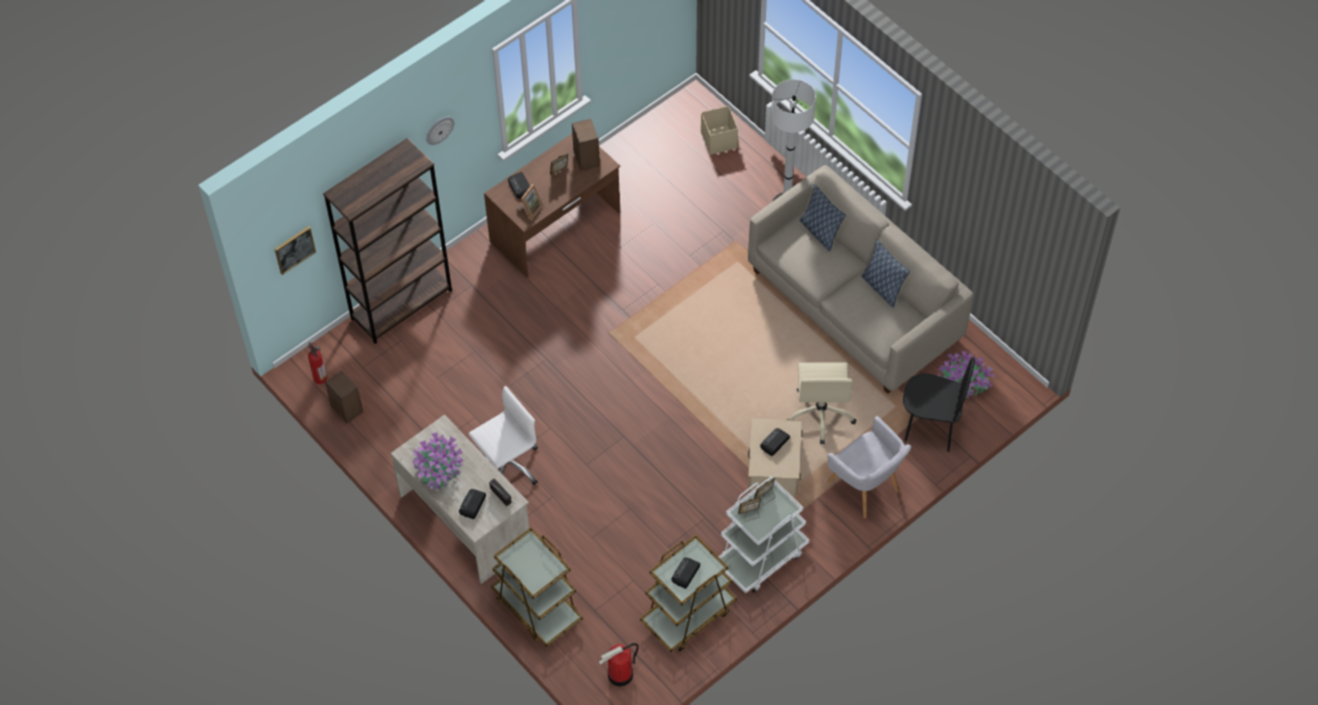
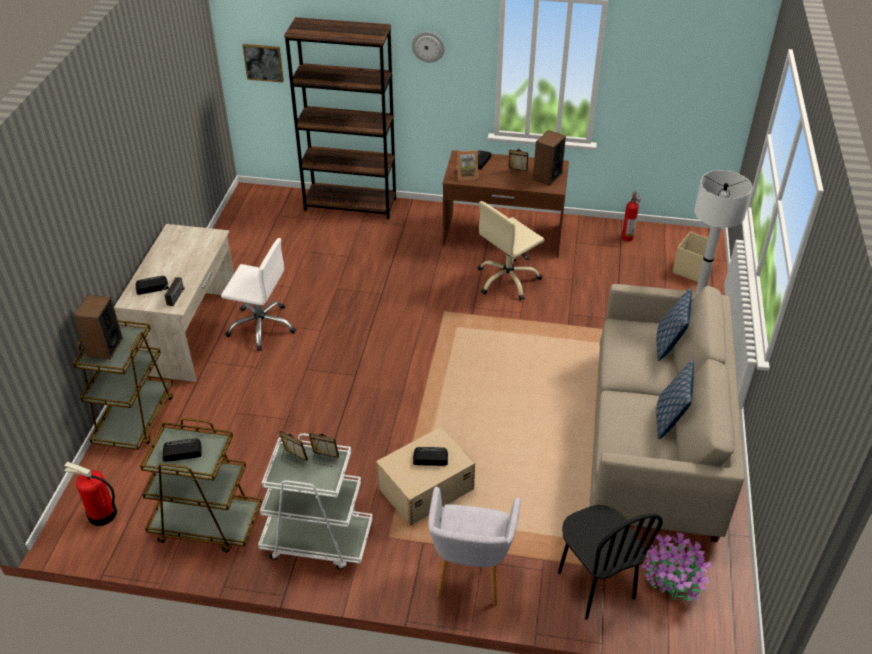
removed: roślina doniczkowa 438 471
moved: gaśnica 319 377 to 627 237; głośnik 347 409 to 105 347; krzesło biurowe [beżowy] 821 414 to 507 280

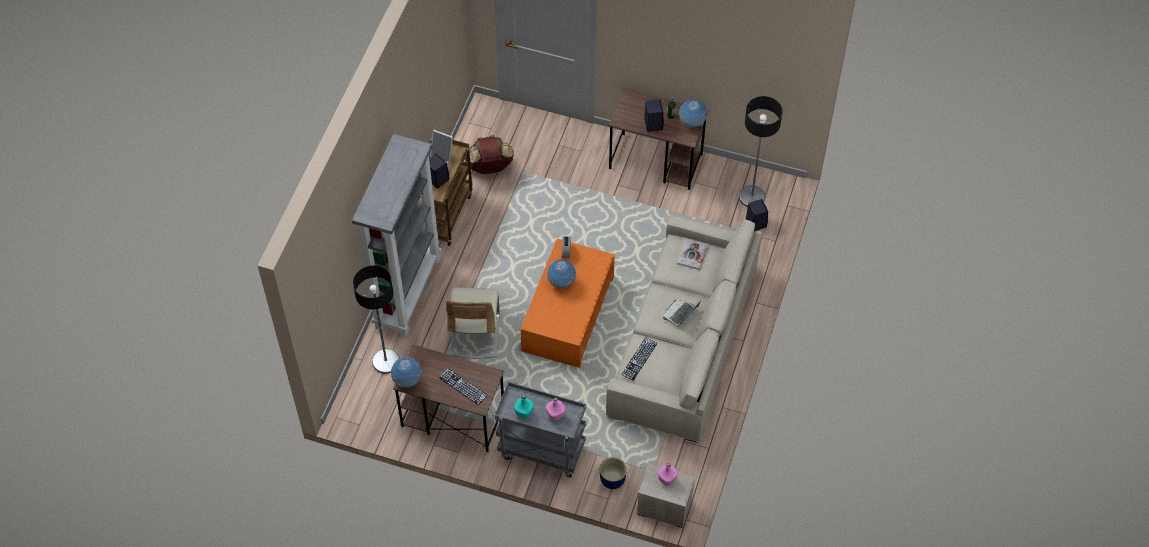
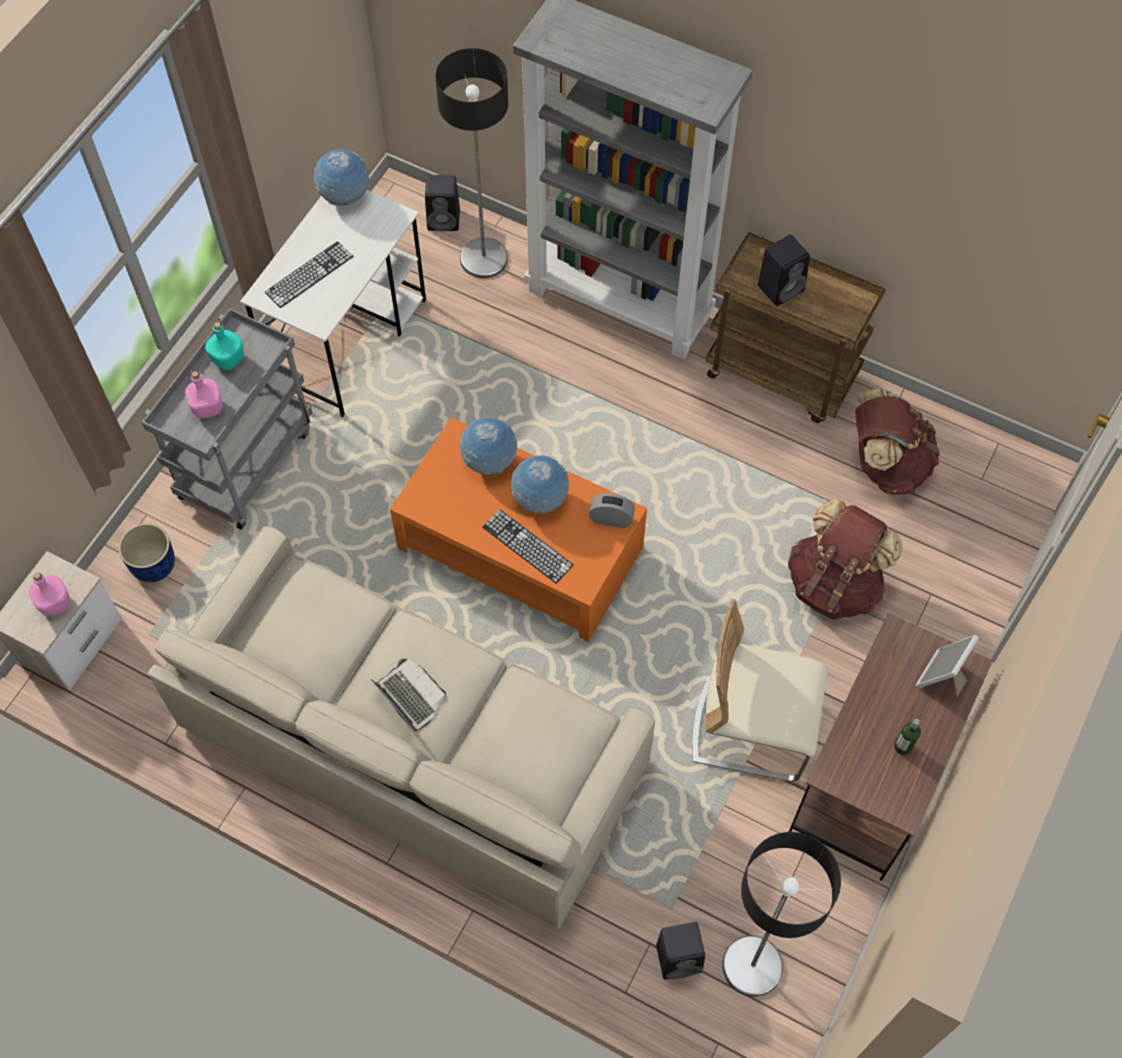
removed: książka 692 255
added: plecak [brązowy] 834 584
moved: ramka na zdjęcie 443 154 to 942 677; krzesło [beżowy] 474 334 to 752 729; klawiatura 639 359 to 527 546; głośnik [czarny] 653 123 to 445 219; globus 692 123 to 489 462
recoloured: biurko [brązowy] 452 418 to biurko [biały] 348 339

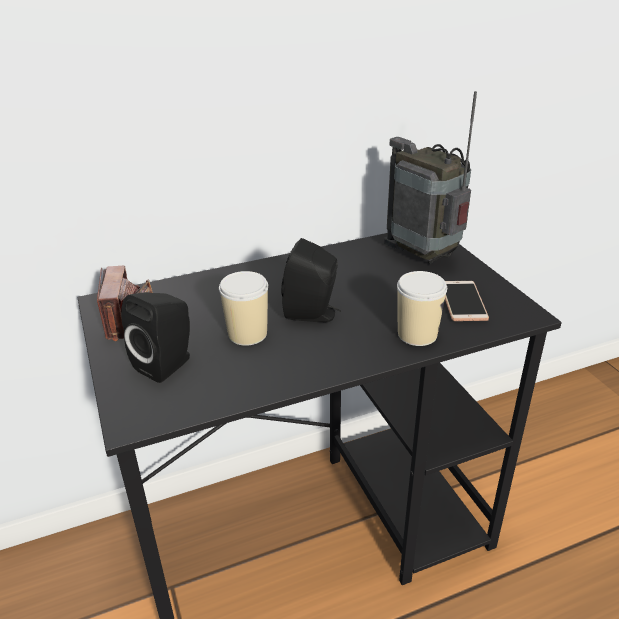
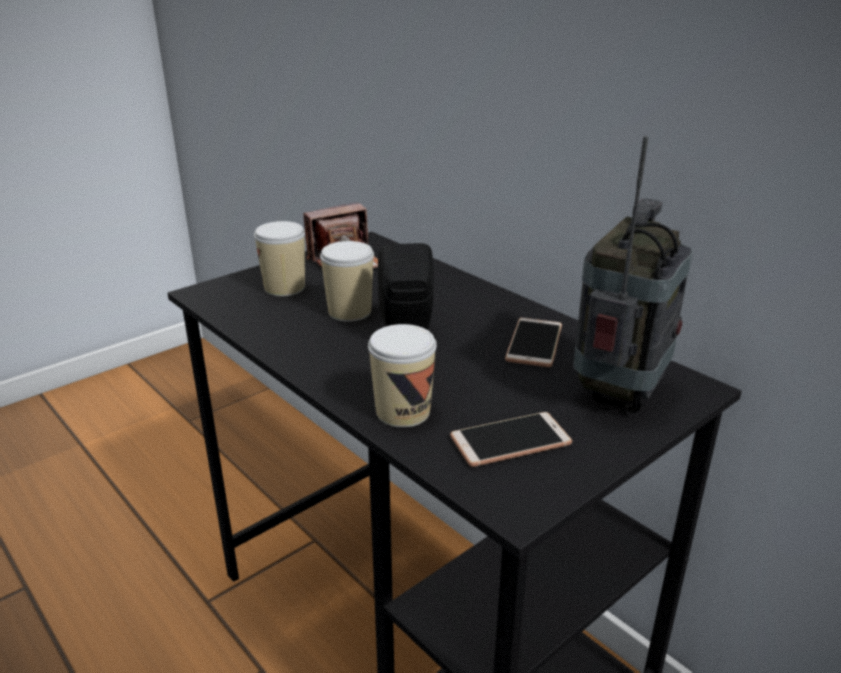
added: telefon 534 343
replaced: głośnik [czarny] 168 364 to filiżanka 284 288

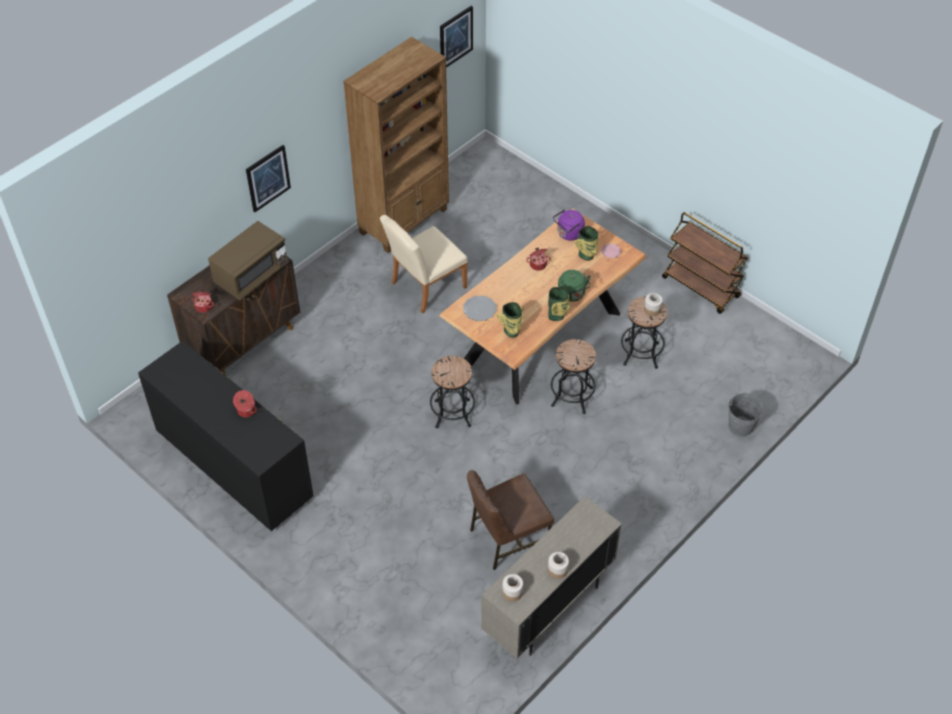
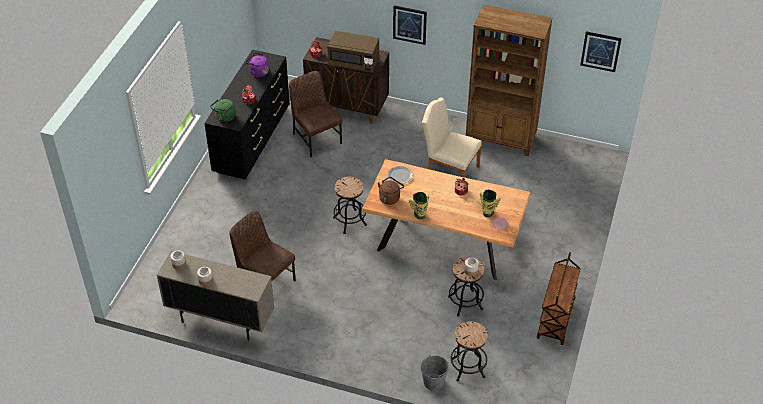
added: krzesło [brązowy] 316 138
moved: stołek [czarny] 572 397 to 467 368; czajnik [fioletowy] 569 234 to 258 72; czajnik [zielony] 572 295 to 224 117
replaced: wazon 512 332 to czajnik [brązowy] 390 197

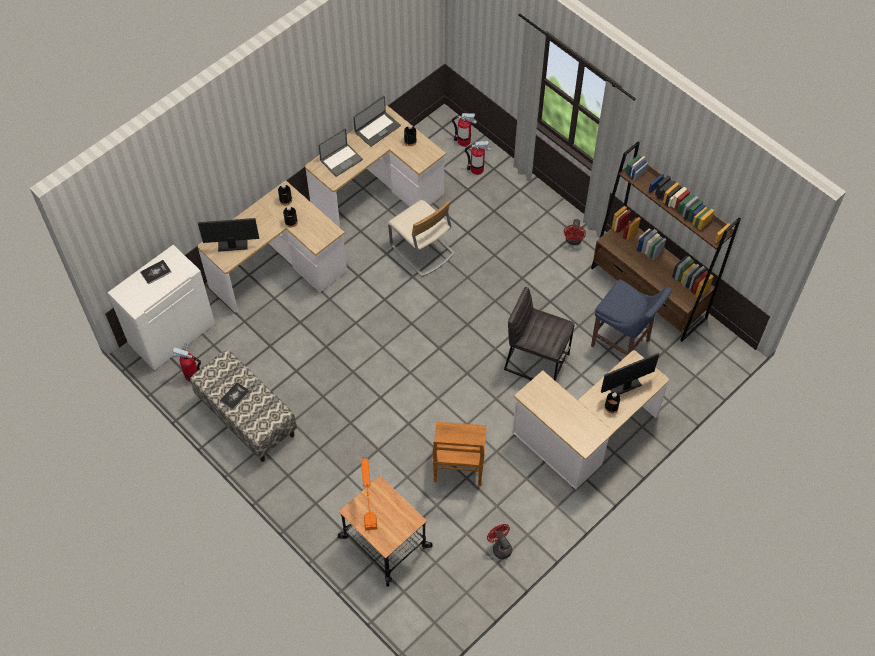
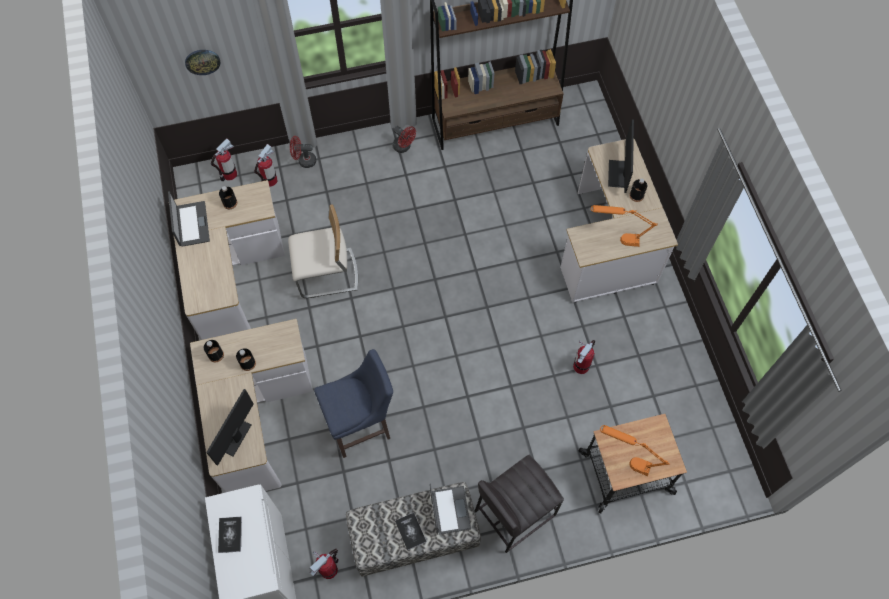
added: zegar ścienny 202 61; lampa stołowa [pomarańczowy] 616 239
moved: laptop 341 159 to 449 509; wentylator [czerwony] 500 547 to 304 161; stołek [szary] 536 361 to 514 512; stołek [niebieski] 622 345 to 362 426
replaced: krzesło [brązowy] 458 466 to gaśnica 581 366

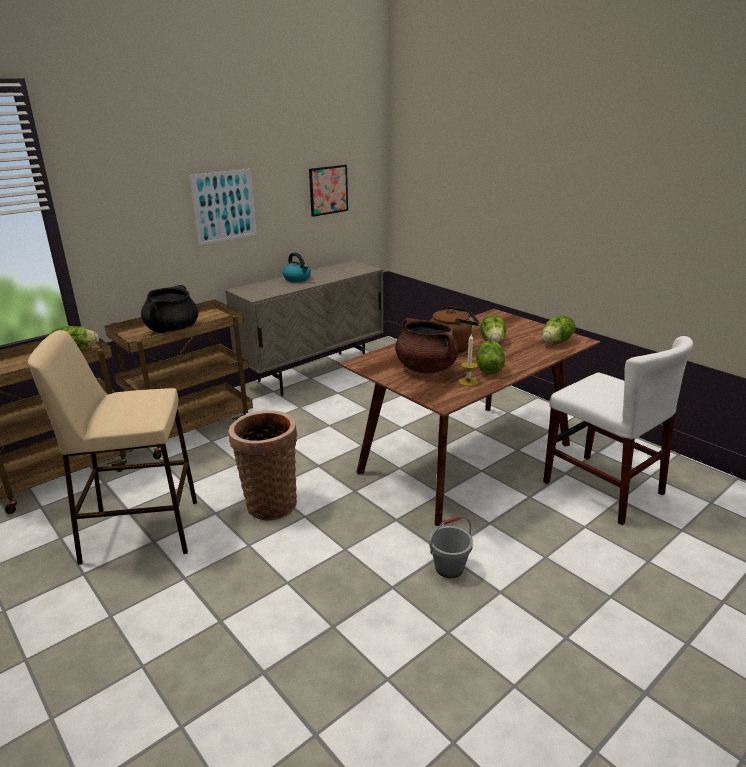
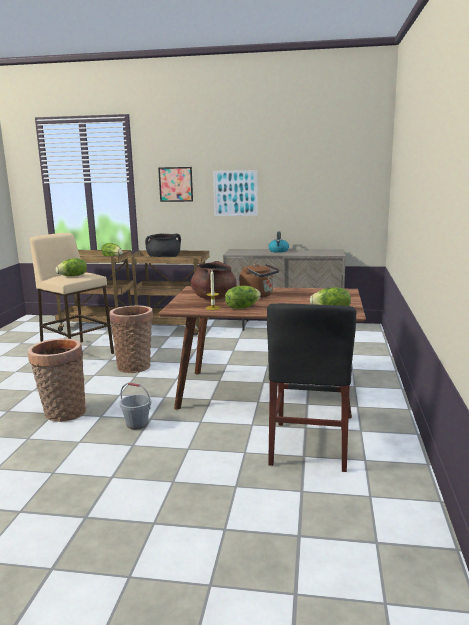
added: koszyk 62 413
moved: obraz 328 190 to 176 184; sałata 493 342 to 73 276
recoloured: krzesło [biały] 602 487 to krzesło [czarny] 309 445

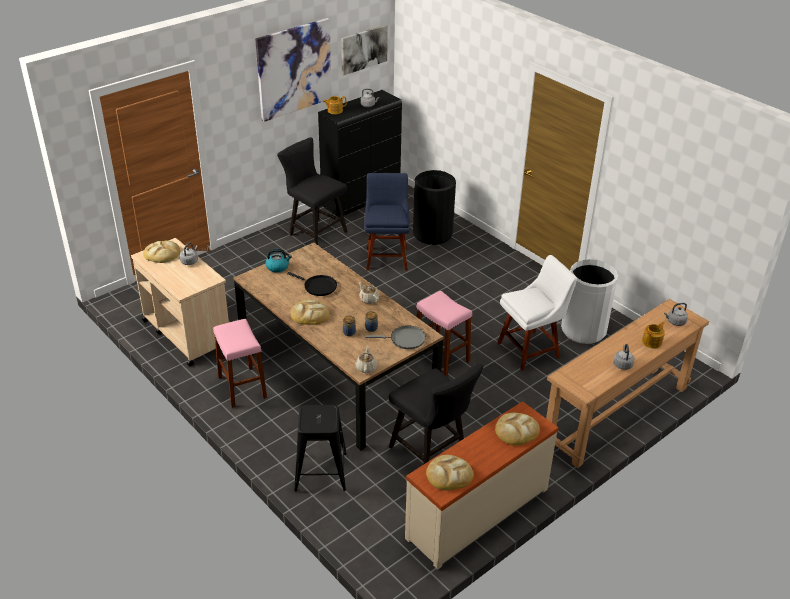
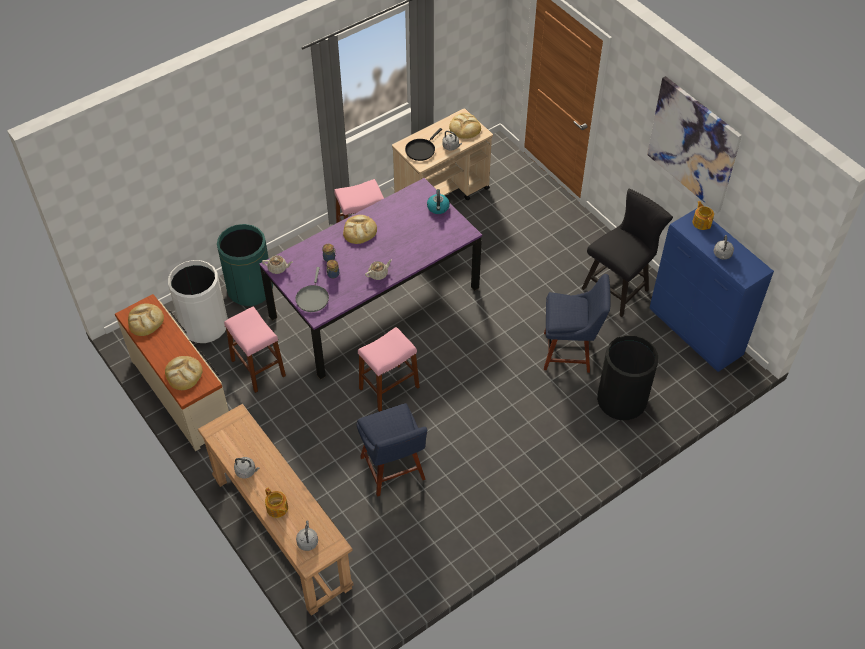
removed: obraz 363 49
moved: patelnia [czarny] 318 287 to 421 150; kosz na śmieci [biały] 583 330 to 204 325
replaced: stołek [czarny] 320 471 to kosz na śmieci [zielony] 250 289; krzesło [czarny] 431 452 to stołek [różowy] 258 368
recoloured: stół jadalny [brązowy] 337 372 to stół jadalny [fioletowy] 374 303; szafka [czarny] 361 200 to szafka [niebieski] 696 333; krzesło [biały] 531 349 to krzesło [niebieski] 394 471

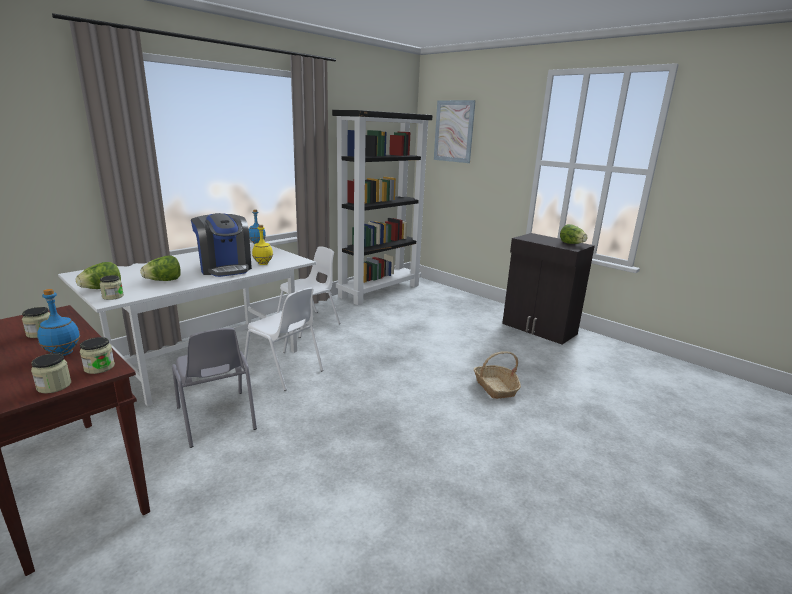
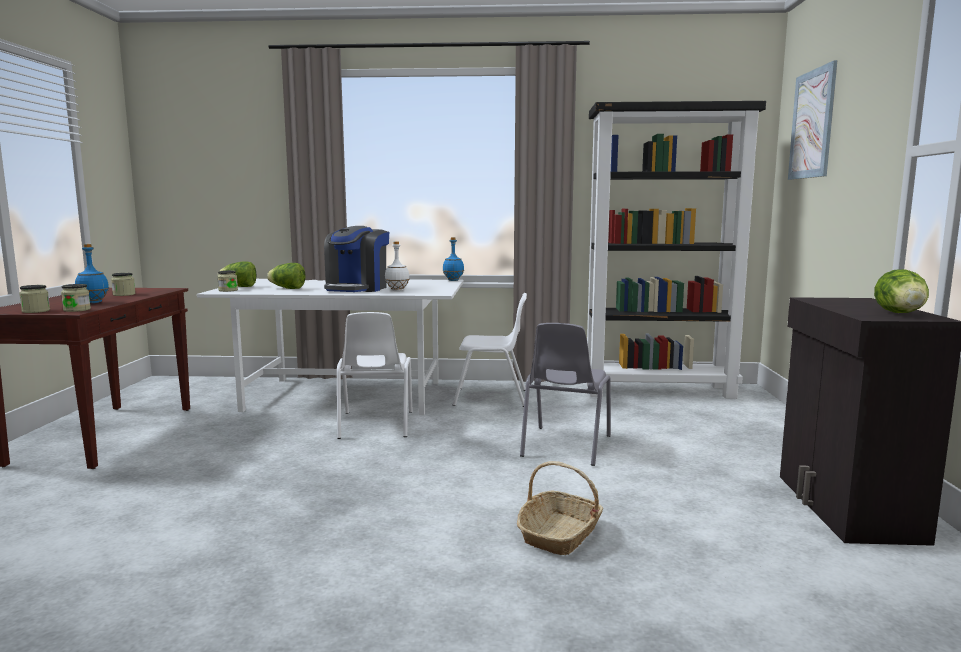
moved: krzesło [szary] 216 419 to 564 446
recoloured: butelka [żółty] 263 264 to butelka [biały] 397 290

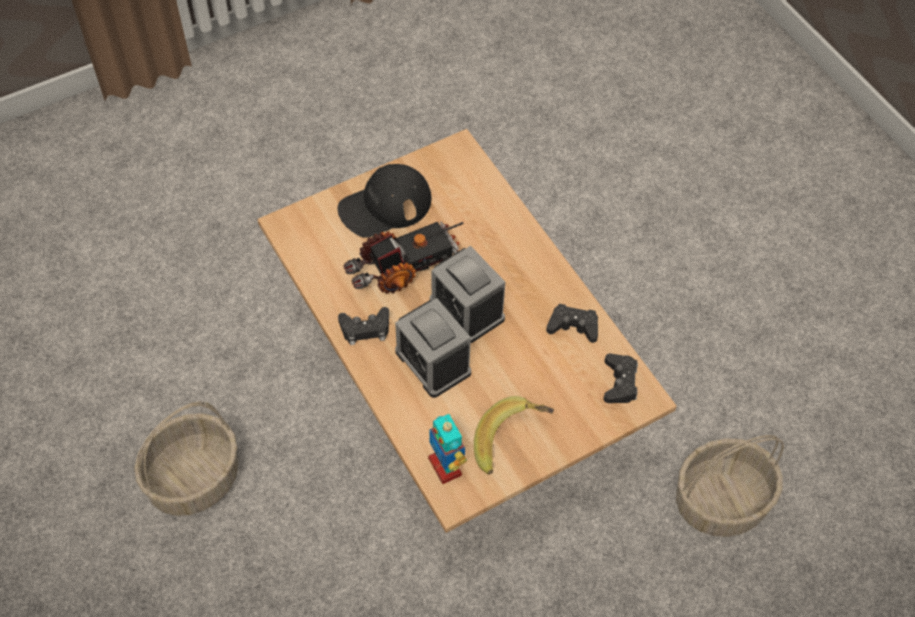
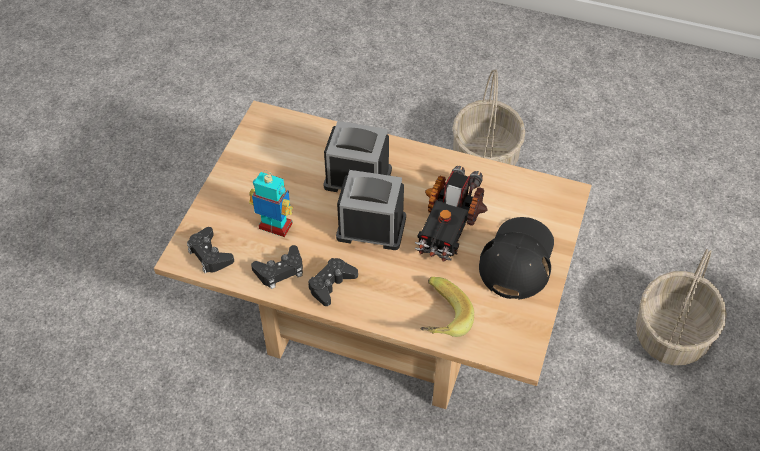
moved: pad do gier [czarny] 365 329 to 331 284; robot zabawkowy 446 466 to 275 227; banan 512 443 to 437 319; koszyk 721 500 to 672 335

